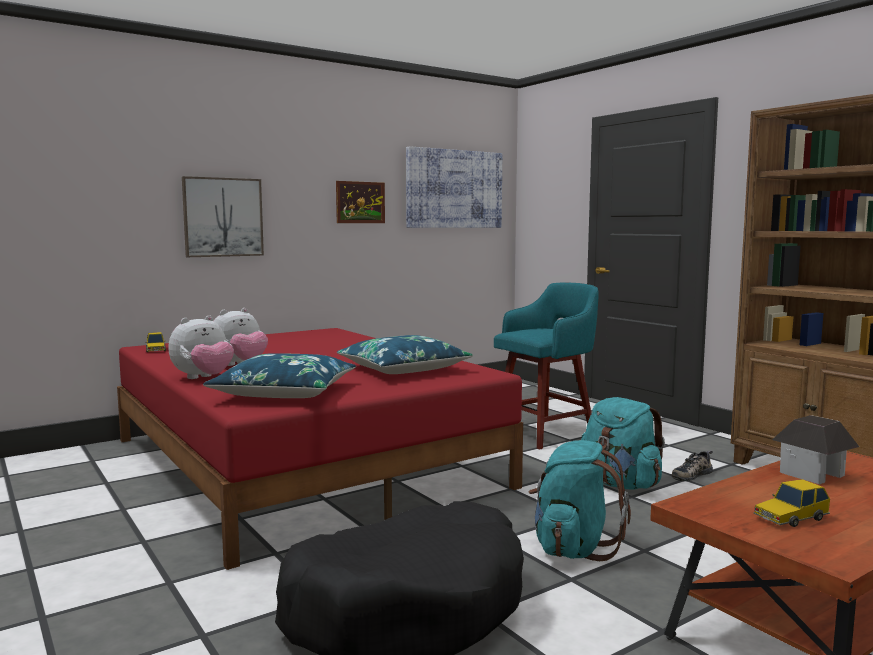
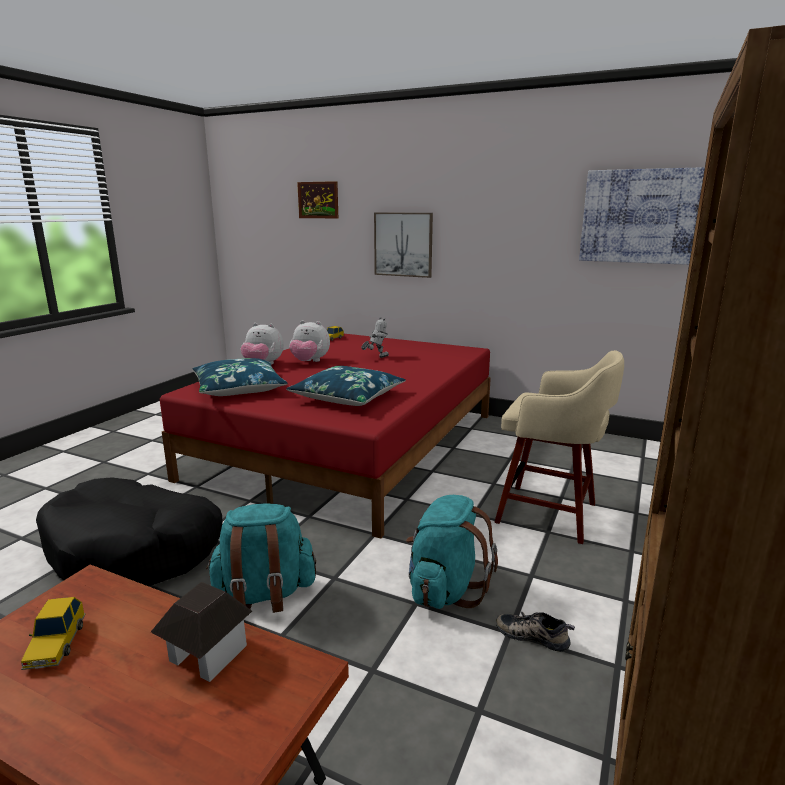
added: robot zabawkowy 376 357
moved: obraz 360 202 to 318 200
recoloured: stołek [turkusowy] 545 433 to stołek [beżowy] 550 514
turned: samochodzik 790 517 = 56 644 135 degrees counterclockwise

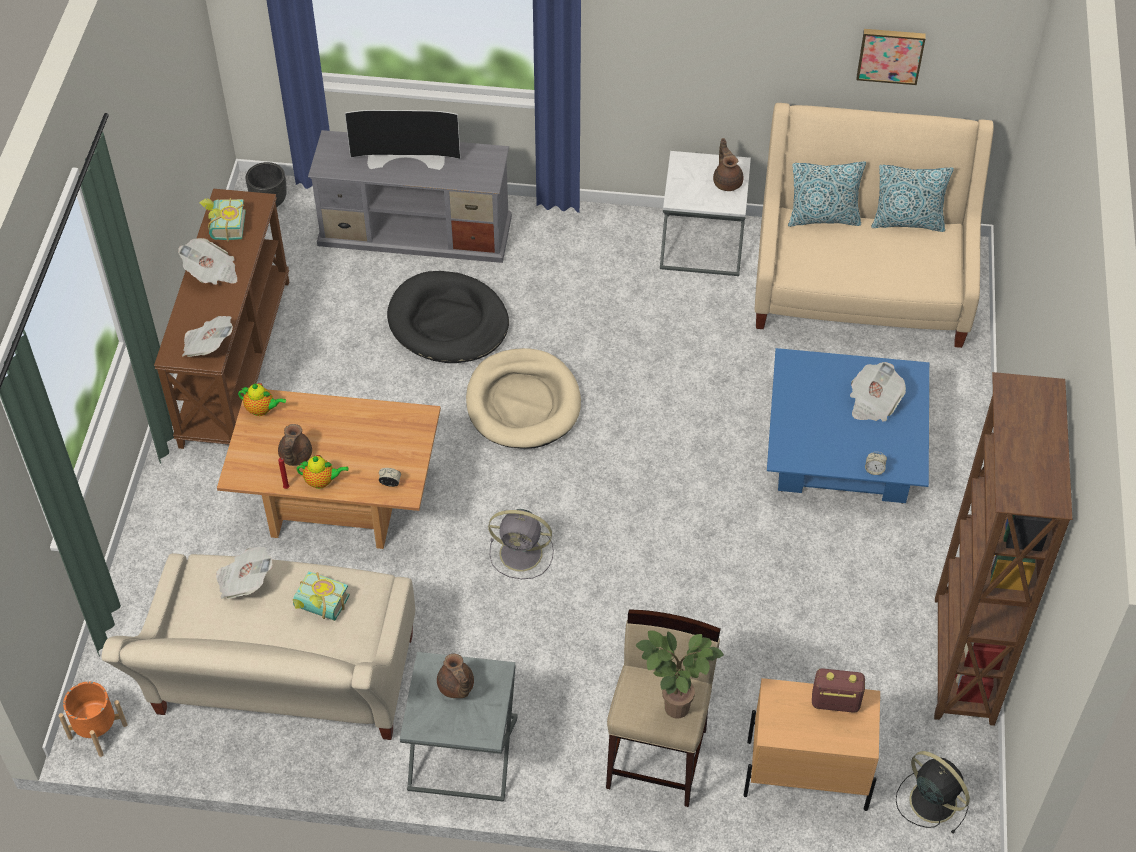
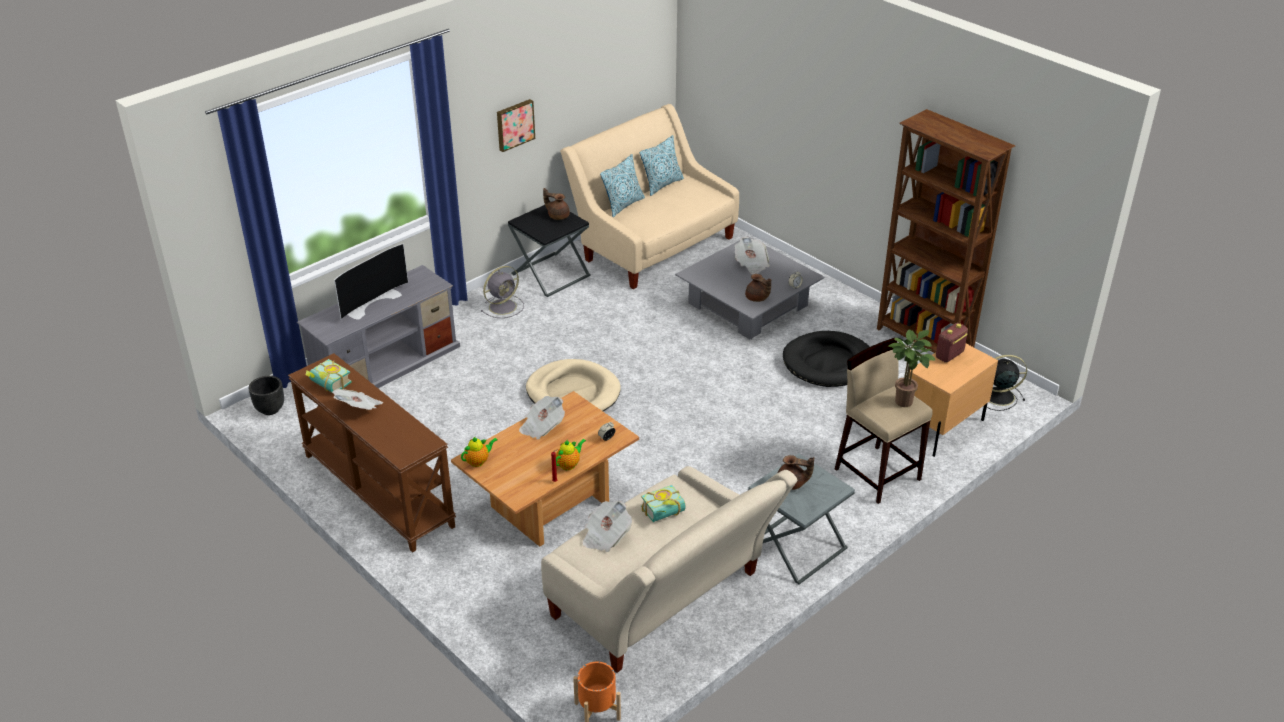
moved: gazeta 208 346 to 542 427; imbryk [brązowy] 295 457 to 757 298; legowisko [czarny] 448 322 to 829 363; wentylator [szary] 523 554 to 504 306; obraz 890 54 to 514 124
recoloured: stolik [biały] 702 244 to stolik [czarny] 551 275; ława [niebieski] 844 446 to ława [szary] 748 304

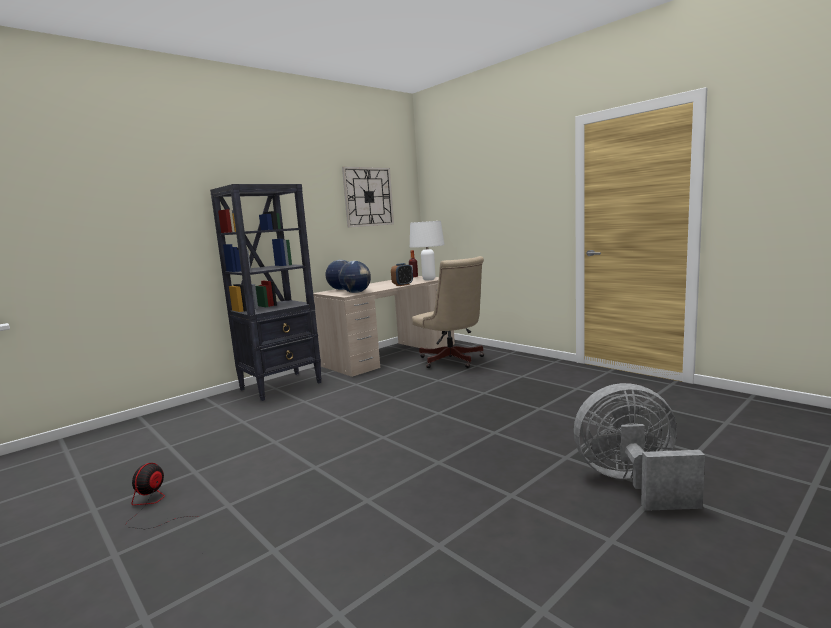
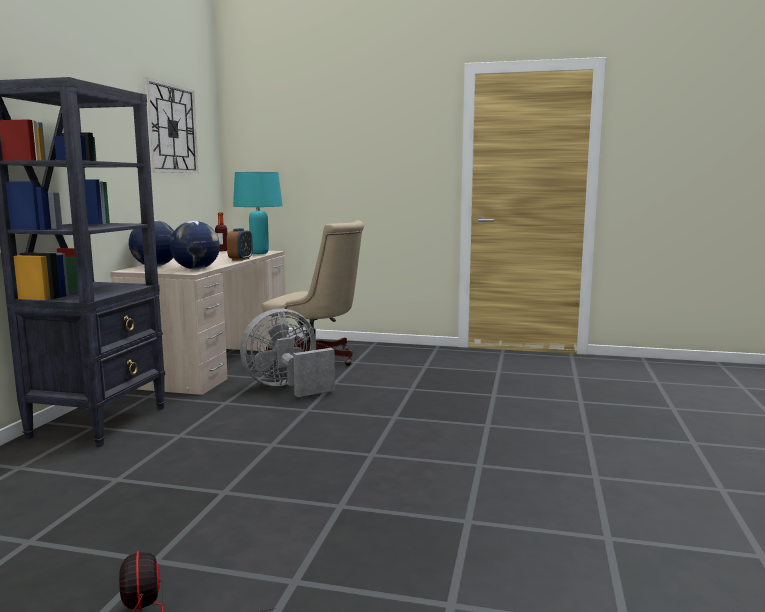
moved: wentylator [szary] 632 483 to 287 387
recoloured: lampa stołowa [biały] 429 279 to lampa stołowa [turkusowy] 260 253

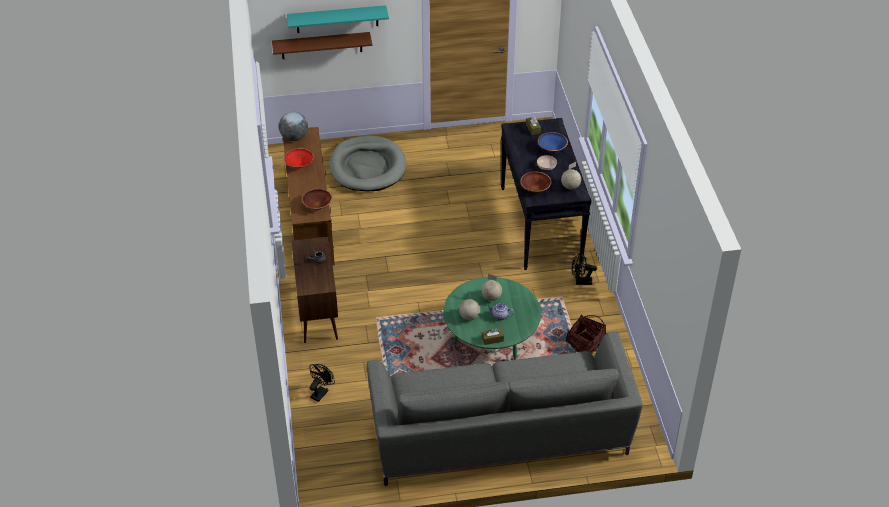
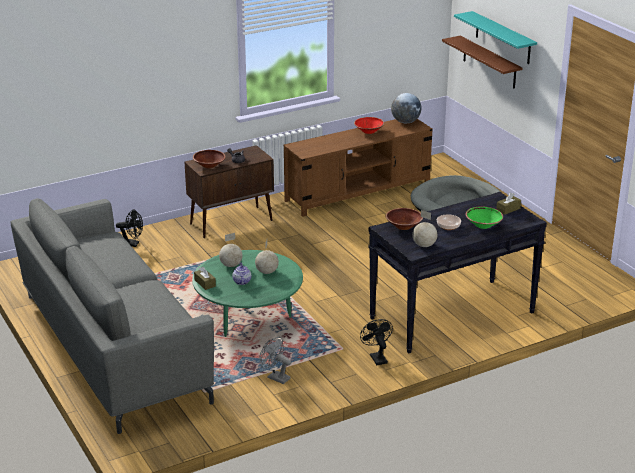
moved: miska [brązowy] 317 205 to 209 165
replaced: koszyk 585 345 to wentylator [szary] 275 377
recoloured: miska [niebieski] 552 148 to miska [zielony] 483 225

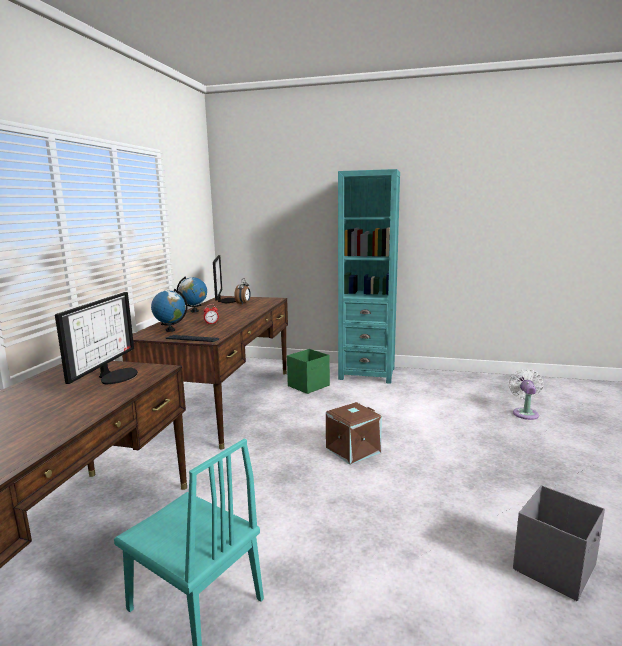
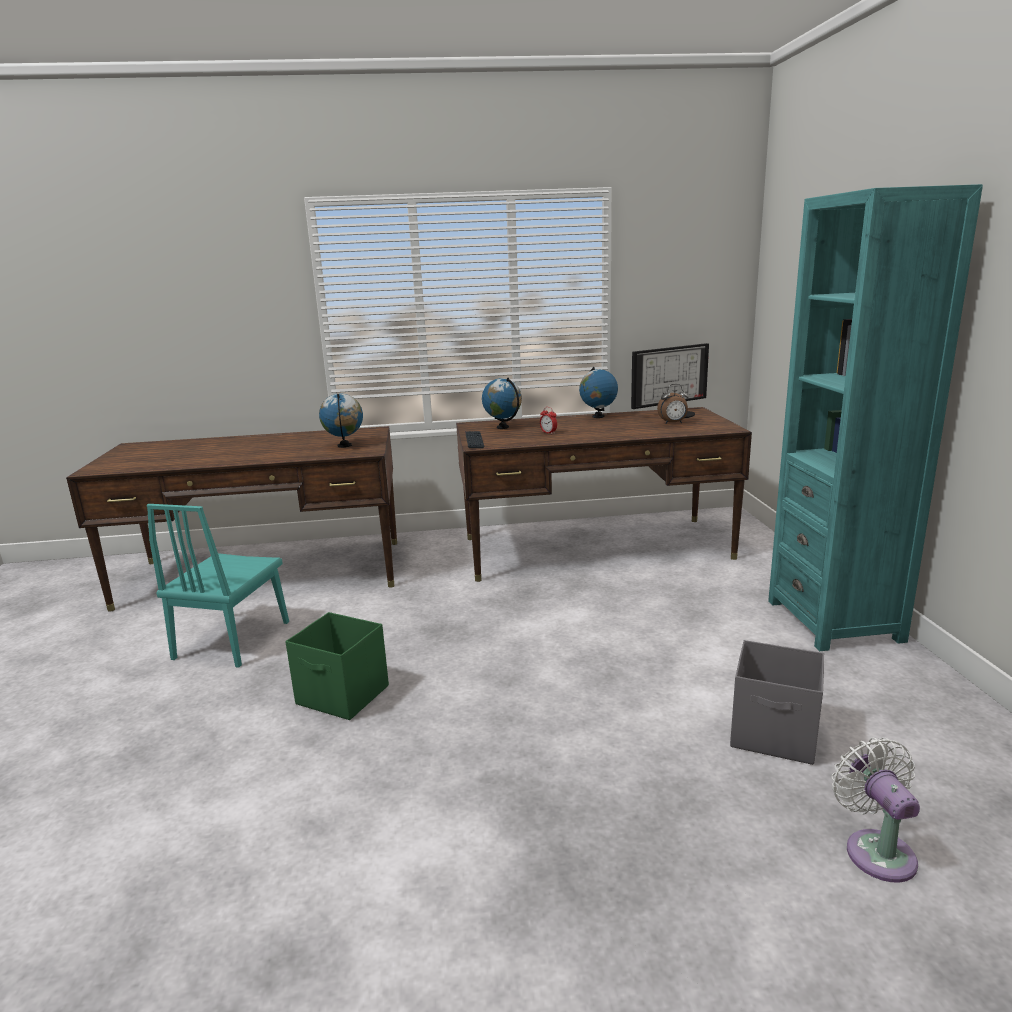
removed: pojemnik do przechowywania [brązowy] 352 449
moved: pojemnik do przechowywania [zielony] 309 385 to 343 696; pojemnik do przechowywania [szary] 555 567 to 775 735
replaced: monitor 115 376 to globus 345 446
turned: wentylator [biały] 525 413 = 876 850 90 degrees counterclockwise

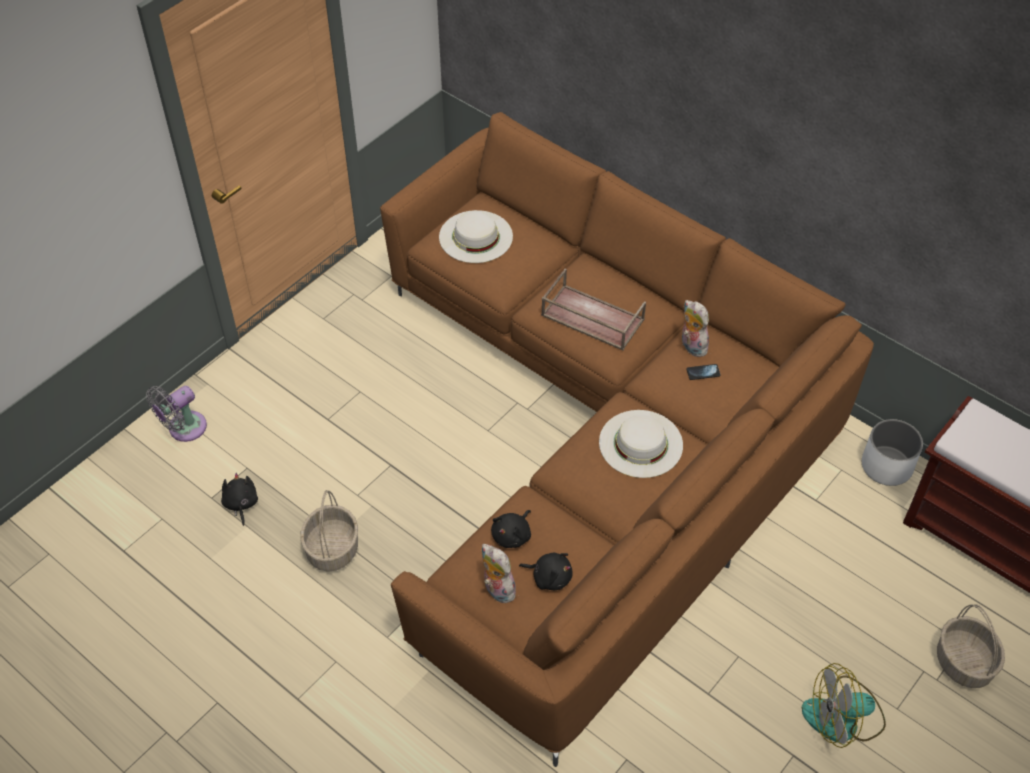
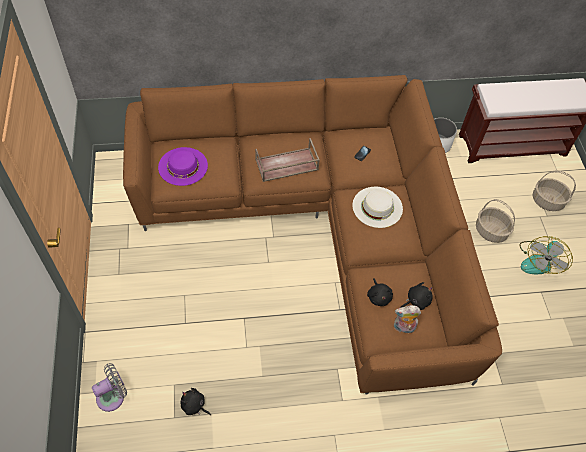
removed: pluszak 691 346
moved: koszyk 333 550 to 491 231
recoloured: kapelusz [biały] 475 236 to kapelusz [fioletowy] 183 166
turned: wentylator [szary] 183 429 = 113 396 120 degrees counterclockwise

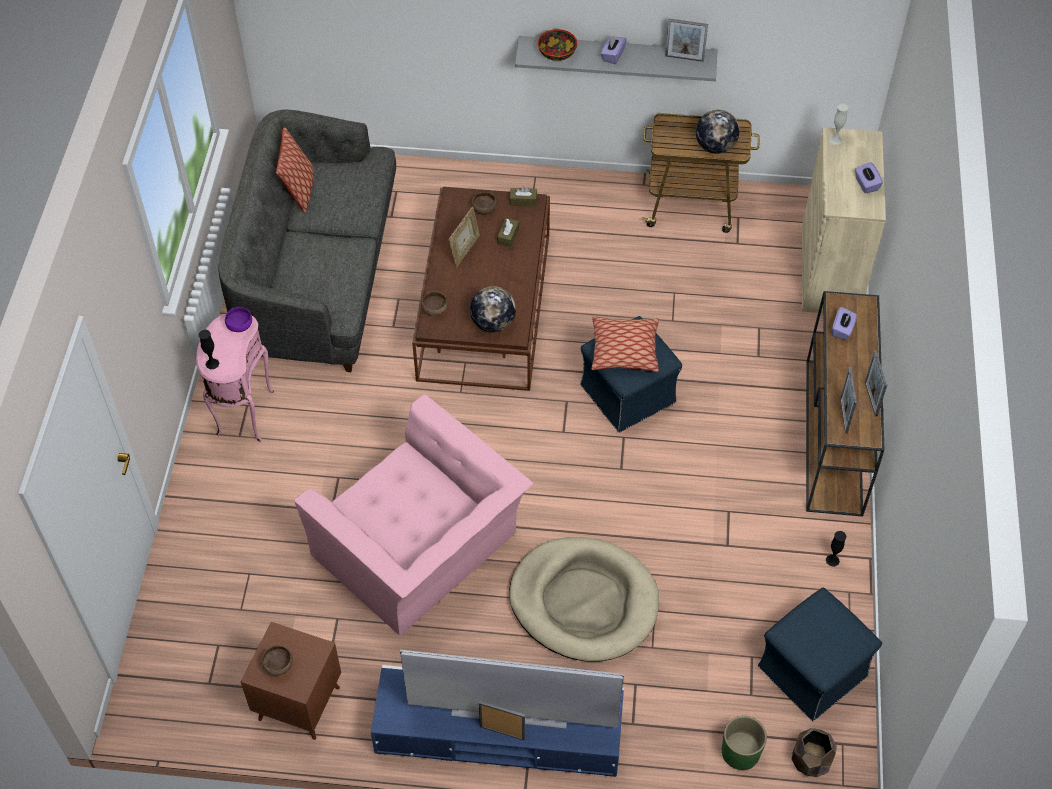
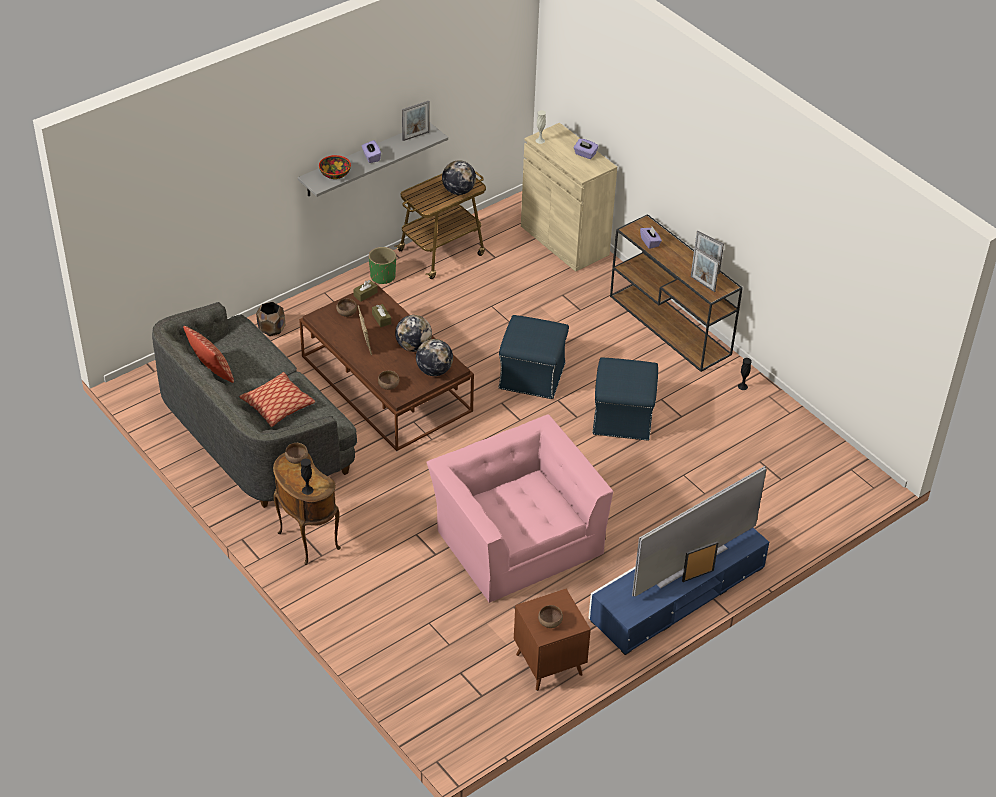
removed: legowisko [beżowy] 584 602
added: globus 413 346
moved: poduszka 624 350 to 278 405; donica [zielony] 740 752 to 383 276; pufa [niebieski] 811 672 to 623 418; donica [brązowy] 811 761 to 272 329
recoloured: stolik [różowy] 243 413 to stolik [brązowy] 306 541; miska [fioletowy] 240 326 to miska [brązowy] 297 459
turned: fotel [różowy] 420 550 = 516 537 120 degrees counterclockwise

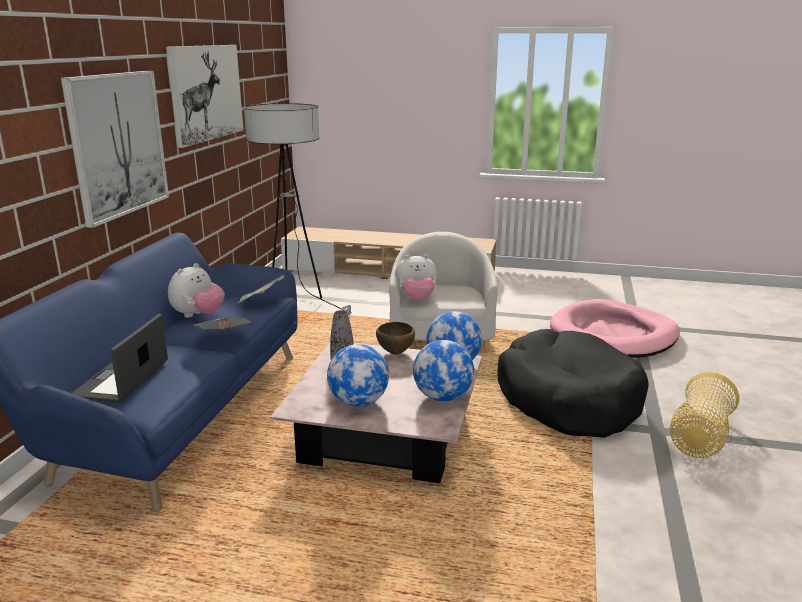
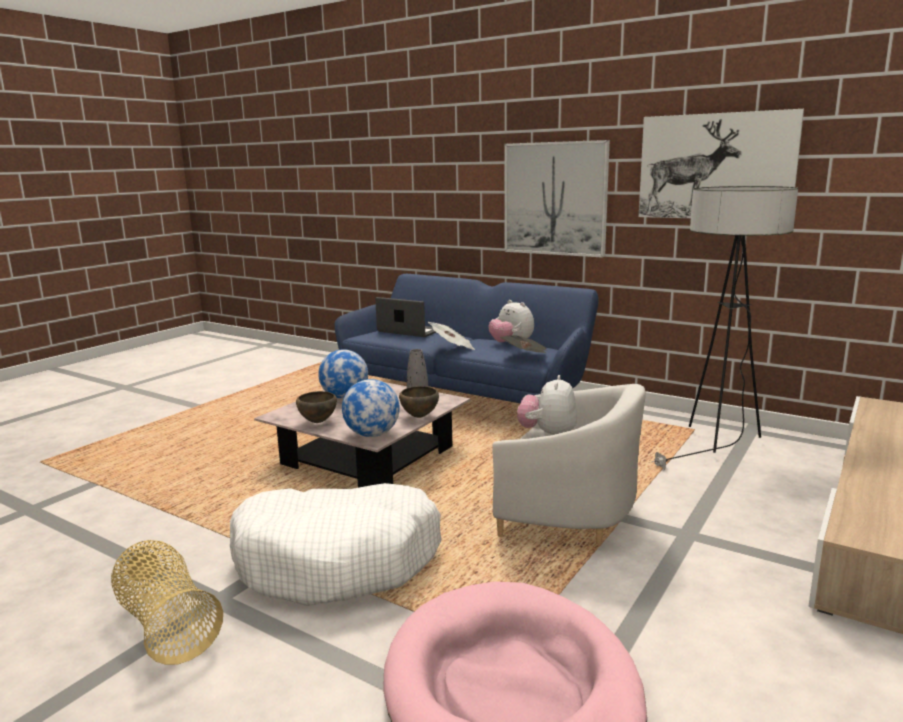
replaced: globus 443 397 to miska [brązowy] 317 422
recoloured: legowisko [czarny] 568 399 to legowisko [biały] 338 560

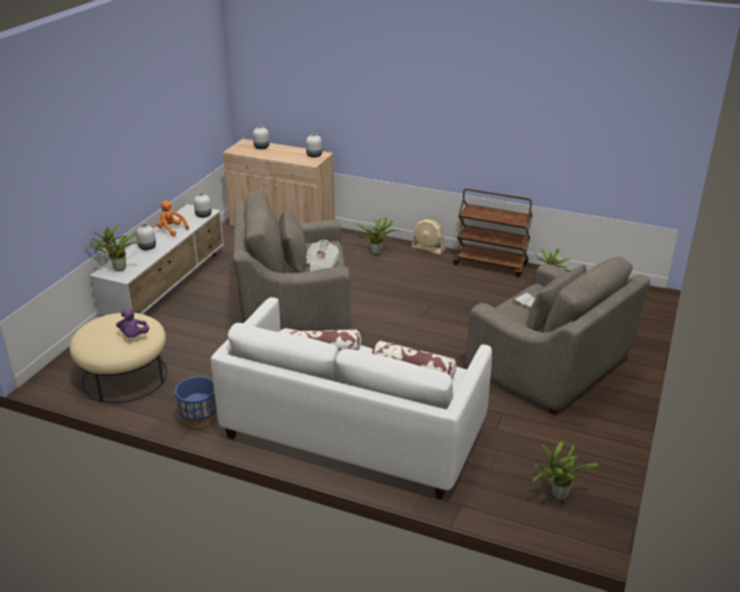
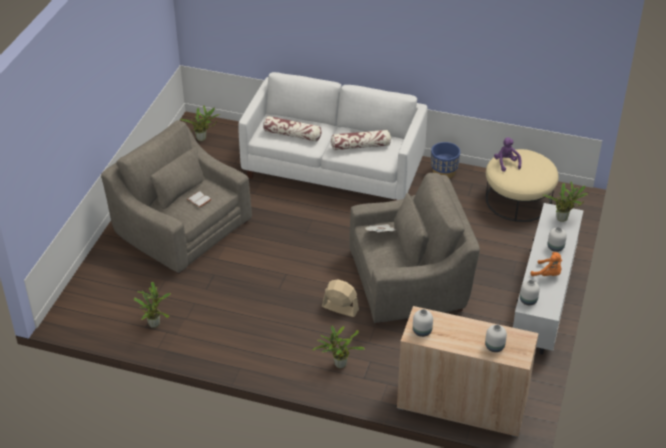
removed: wózek [brązowy] 491 264
moved: wentylator [beżowy] 428 249 to 340 308

